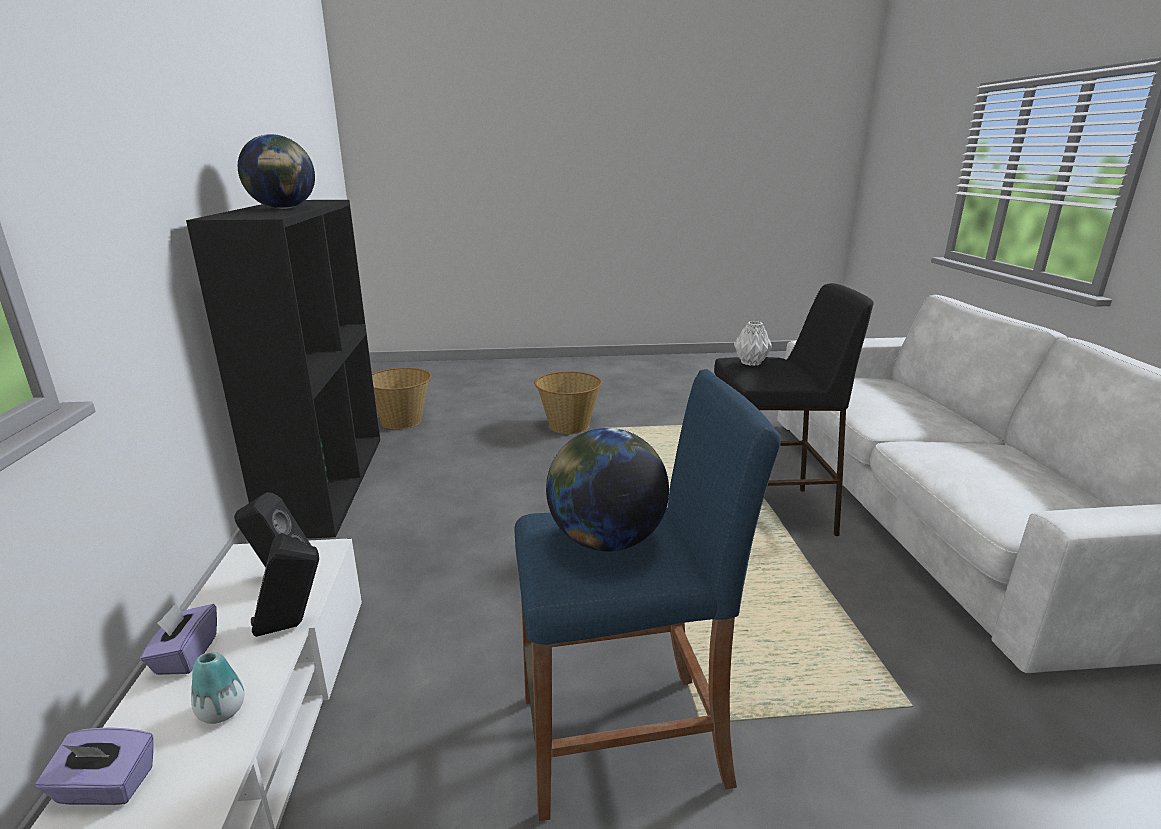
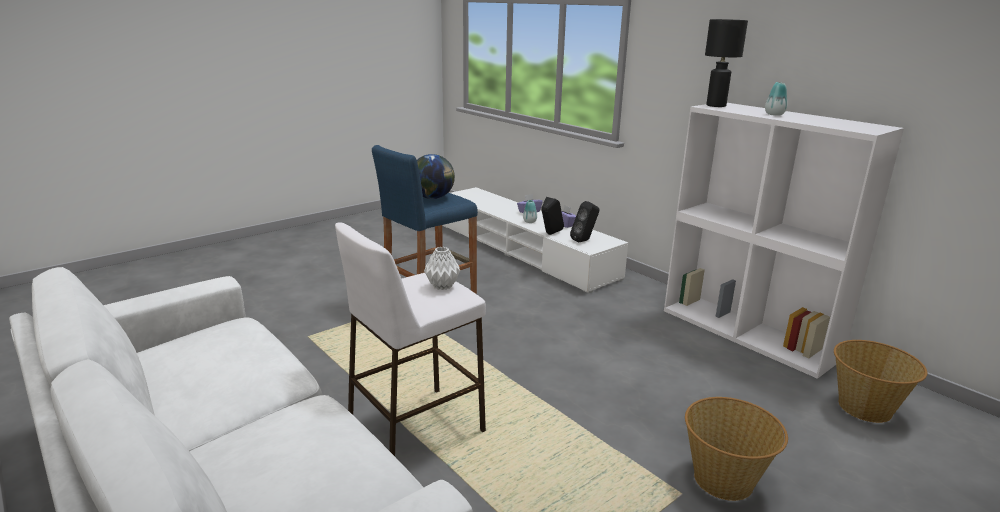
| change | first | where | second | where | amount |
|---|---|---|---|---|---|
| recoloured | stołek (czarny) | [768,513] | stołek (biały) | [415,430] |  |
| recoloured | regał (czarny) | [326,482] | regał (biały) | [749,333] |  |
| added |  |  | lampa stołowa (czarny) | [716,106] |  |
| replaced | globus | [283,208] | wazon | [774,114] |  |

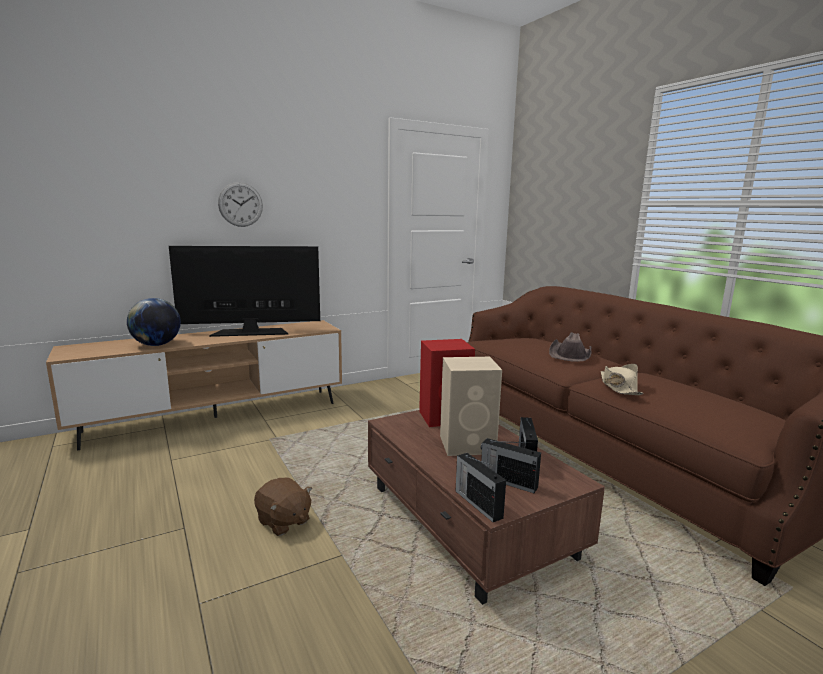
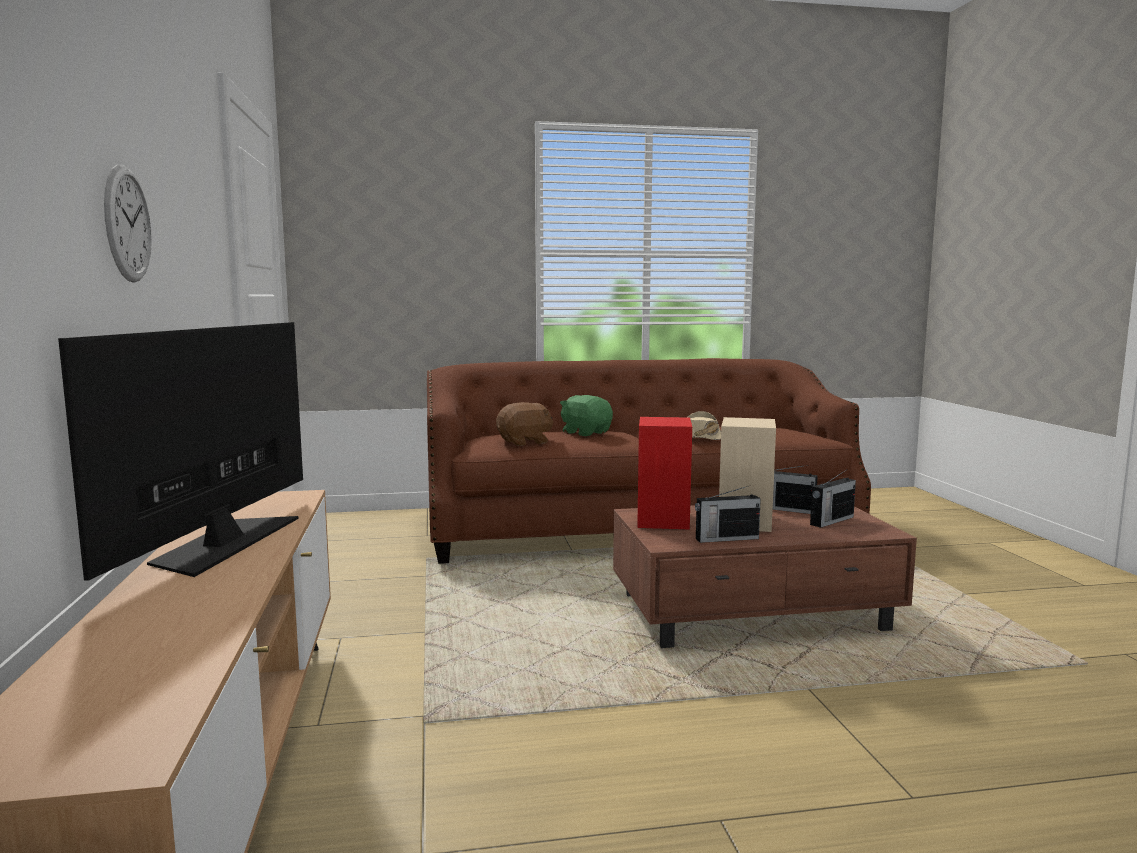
| change | first | where | second | where | amount |
|---|---|---|---|---|---|
| moved | pluszak (brązowy) | [283,522] |  | [525,442] |  |
| replaced | kapelusz (brązowy) | [570,354] | pluszak (zielony) | [586,432] |  |
| moved | radio | [477,503] |  | [725,538] |  |
| removed | globus | [156,345] |  |  |  |

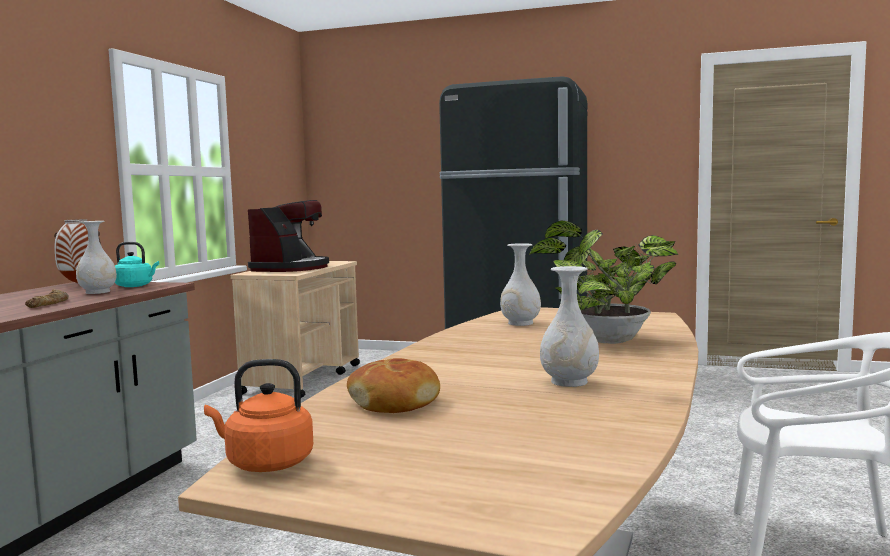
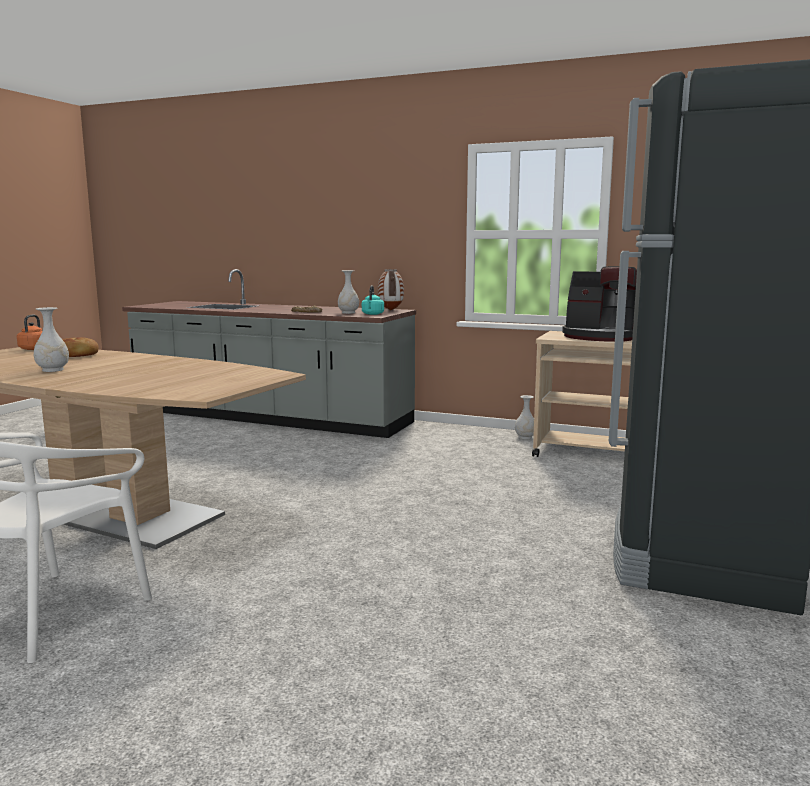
| change | first | where | second | where | amount |
|---|---|---|---|---|---|
| moved | wazon (biały) | [520,323] |  | [525,437] |  |
| removed | roślina doniczkowa | [603,340] |  |  |  |

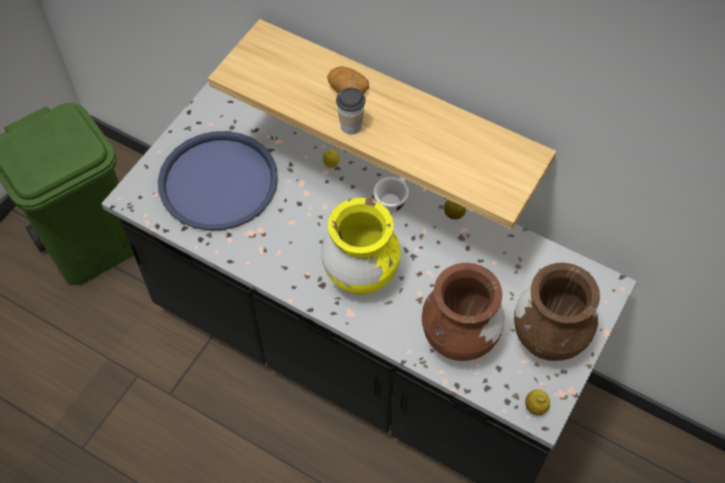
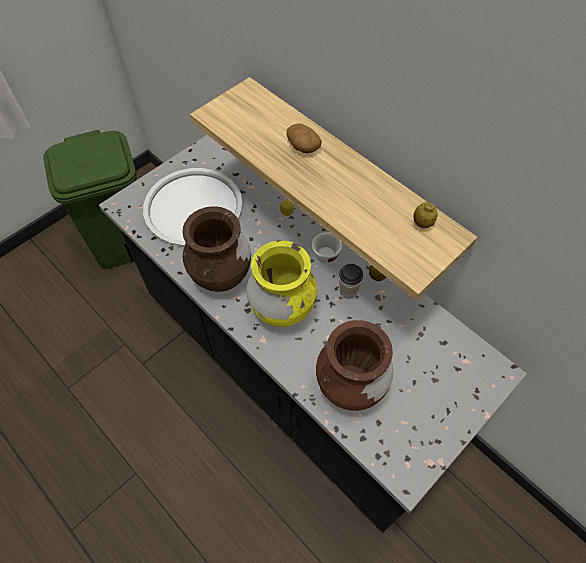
| change | first | where | second | where | amount |
|---|---|---|---|---|---|
| recoloured | taca (niebieski) | [218,182] | taca (biały) | [193,207] |  |
| moved | wazon (brązowy) | [548,338] |  | [221,276] |  |
| moved | filiżanka | [351,125] |  | [348,291] |  |
| moved | cytryna | [535,407] |  | [422,223] |  |

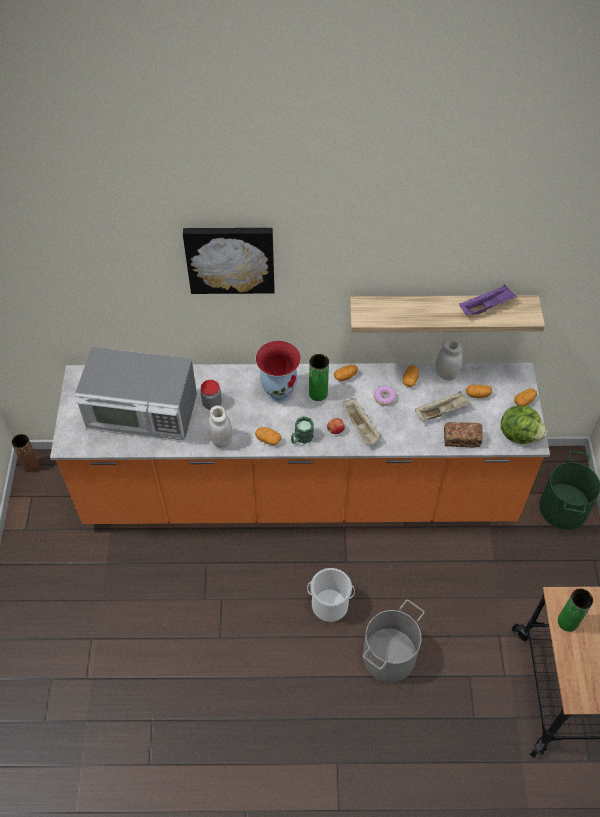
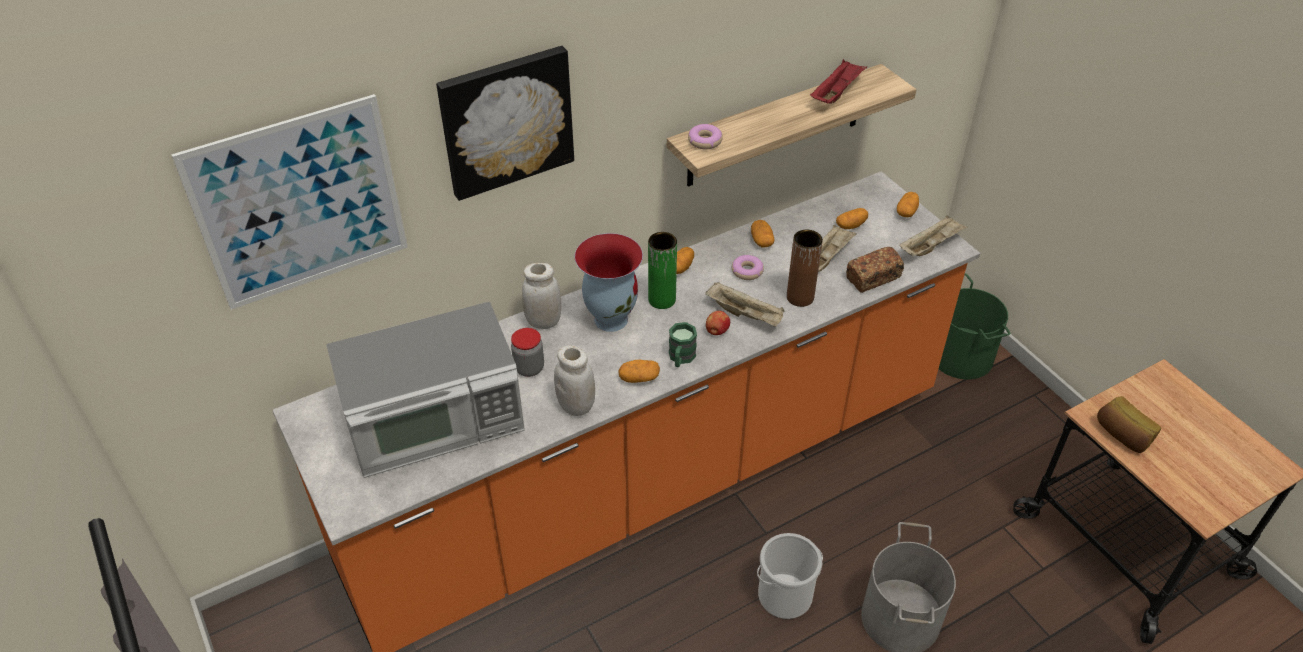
| change | first | where | second | where | amount |
|---|---|---|---|---|---|
| added |  |  | obraz | [299,204] |  |
| moved | słoik (biały) | [446,374] |  | [543,321] |  |
| added |  |  | donut | [704,141] |  |
| moved | wazon (brązowy) | [31,465] |  | [800,297] |  |
| recoloured | taca (fioletowy) | [486,307] | taca (czerwony) | [836,93] |  |
| replaced | sałata | [519,434] | taca (beżowy) | [930,246] |  |
| replaced | wazon (zielony) | [567,622] | chleb | [1122,435] |  |

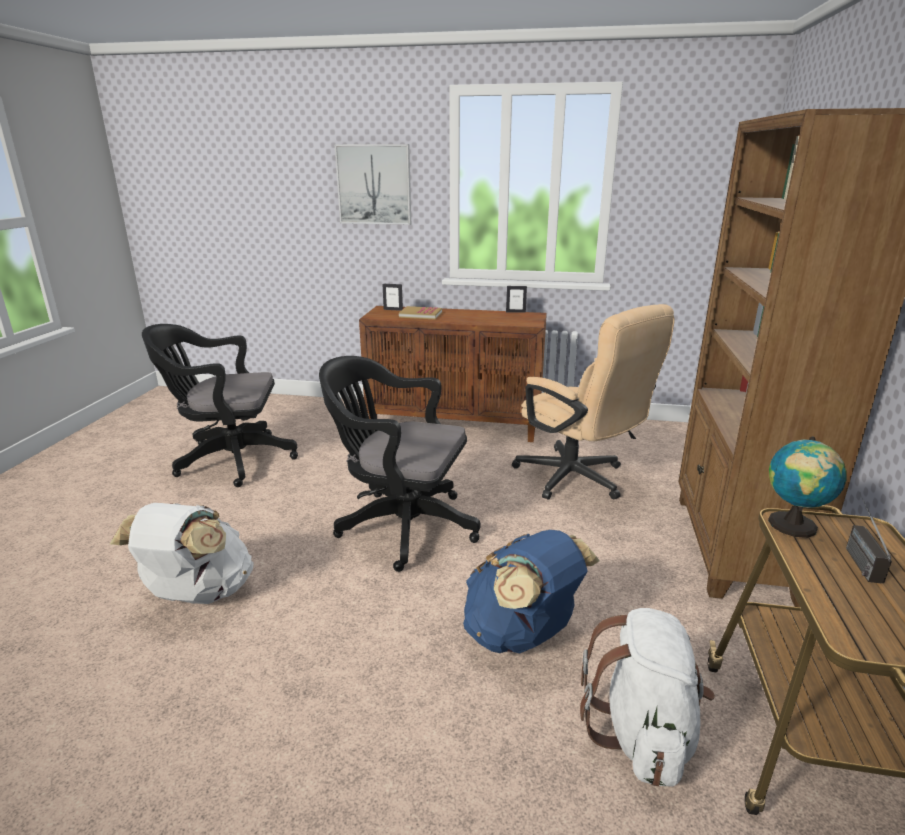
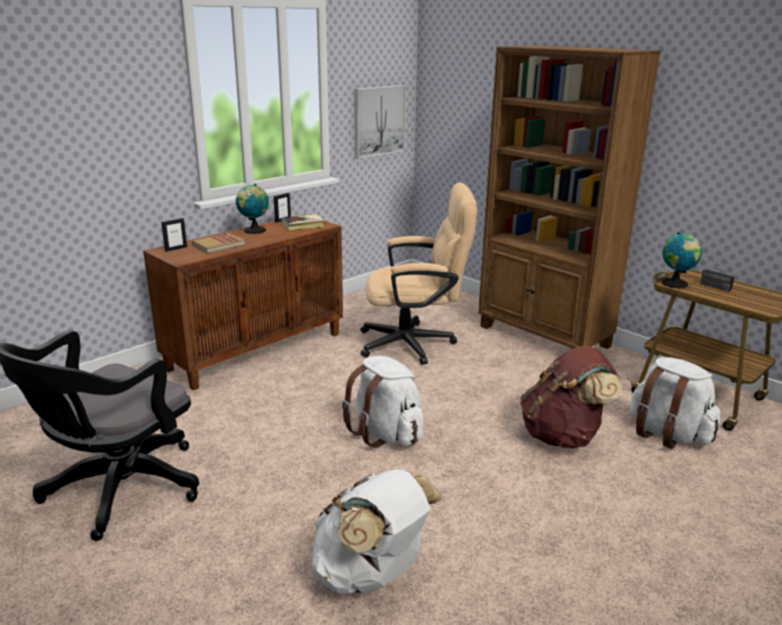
| change | first | where | second | where | amount |
|---|---|---|---|---|---|
| added |  |  | globus | [254,231] |  |
| added |  |  | książka | [303,225] |  |
| replaced | krzesło biurowe (czarny) | [400,525] | plecak (biały) | [386,433] |  |
| moved | obraz | [374,184] |  | [379,121] |  |
| recoloured | plecak (niebieski) | [522,635] | plecak (brązowy) | [563,436] |  |

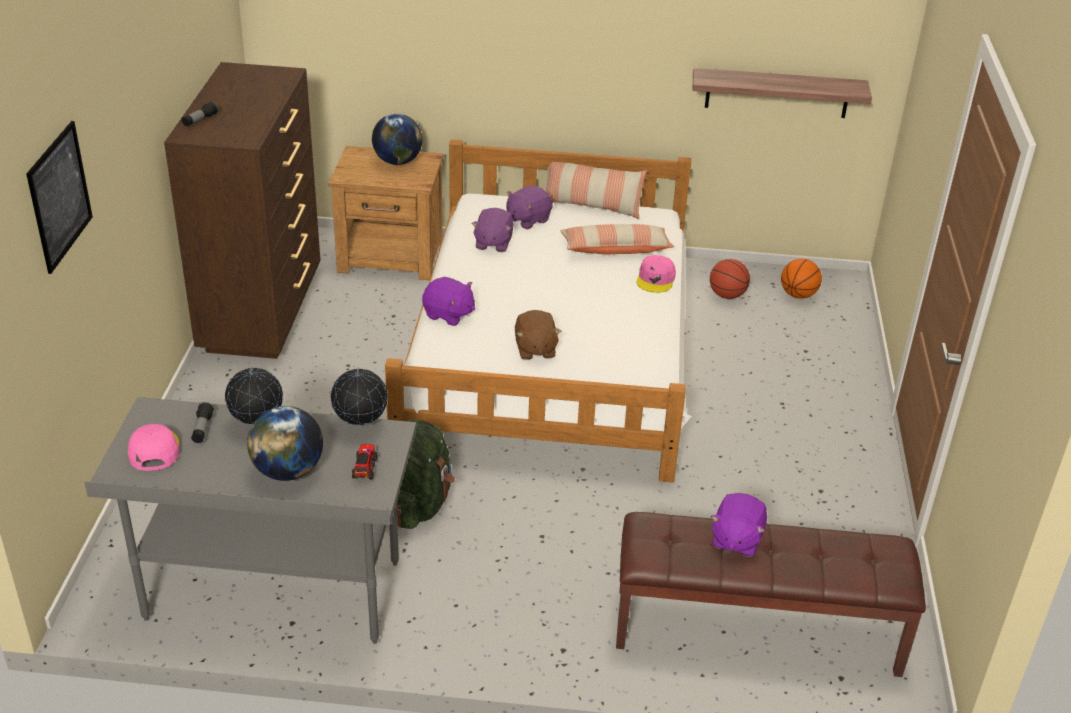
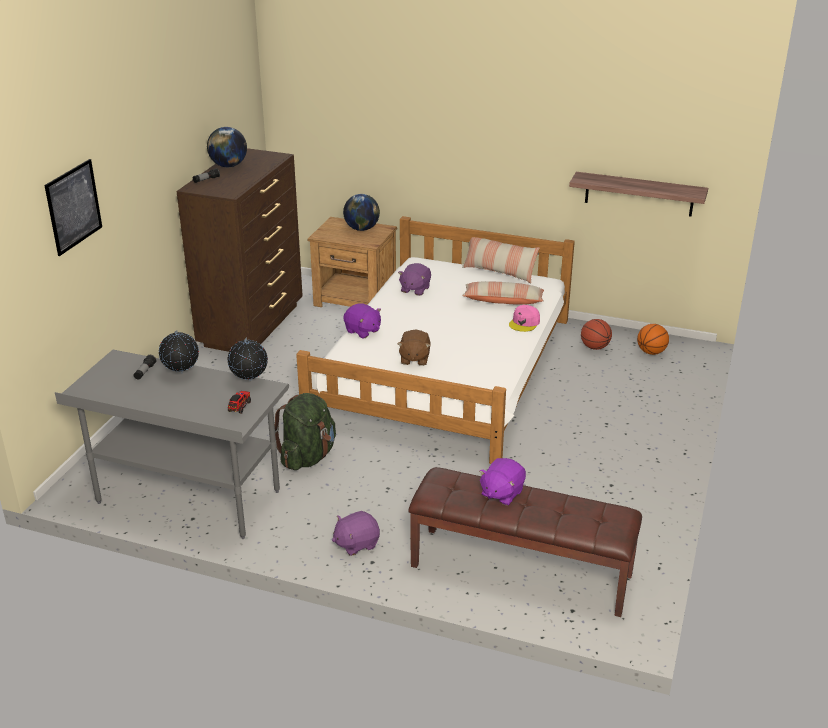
| change | first | where | second | where | amount |
|---|---|---|---|---|---|
| moved | globus | [288,471] |  | [228,166] |  |
| moved | pluszak (fioletowy) | [527,219] |  | [356,543] |  |
| removed | czapka z daszkiem (różowy) | [153,450] |  |  |  |

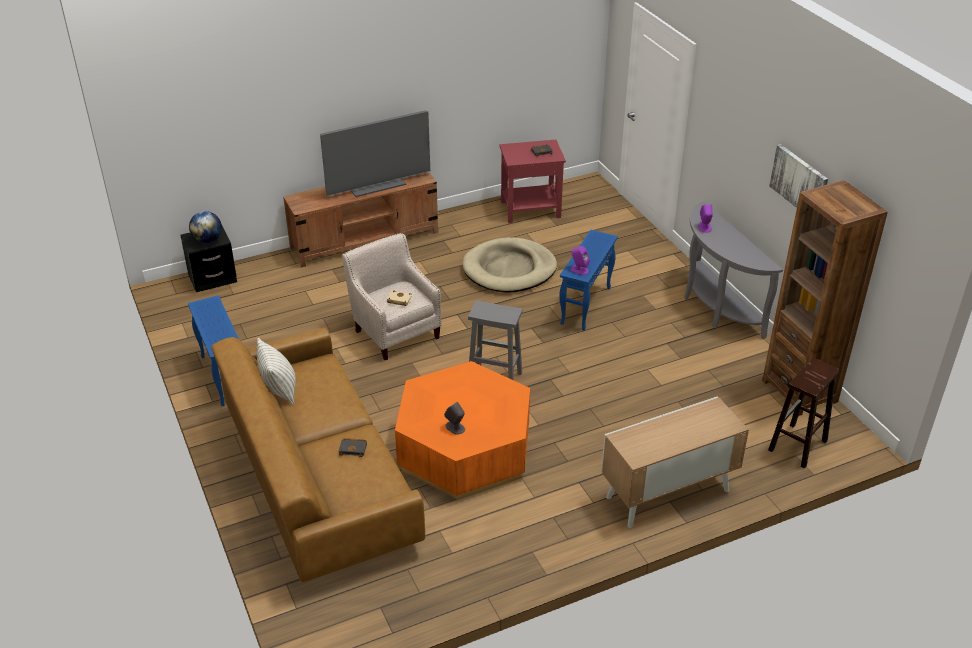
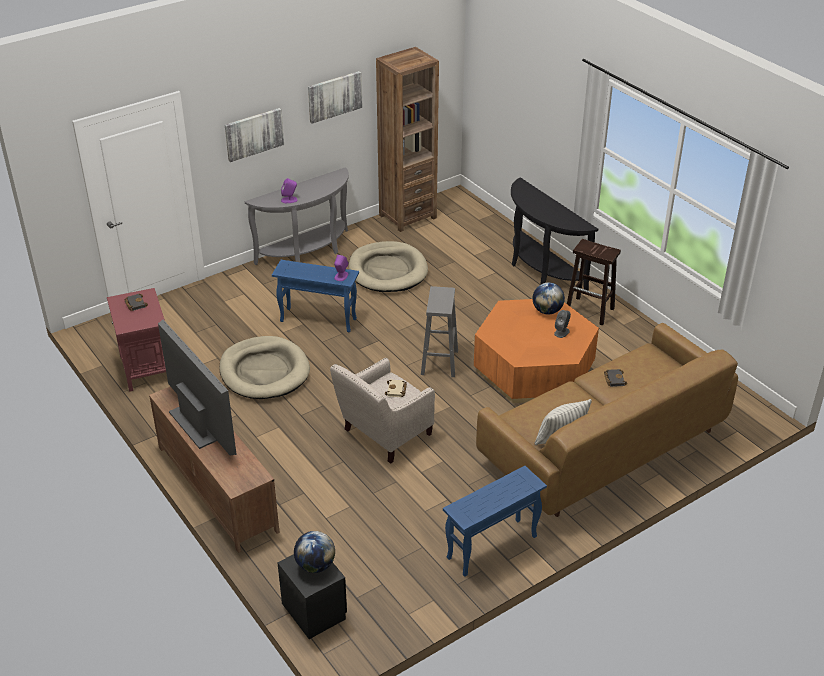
| change | first | where | second | where | amount |
|---|---|---|---|---|---|
| added |  |  | obraz | [254,134] |  |
| added |  |  | legowisko (beżowy) | [387,270] |  |
| replaced | szafka | [667,494] | stolik konsolowy (czarny) | [540,270] |  |
| added |  |  | globus | [547,311] |  |
| moved | stołek (brązowy) | [797,446] |  | [590,311] |  |

